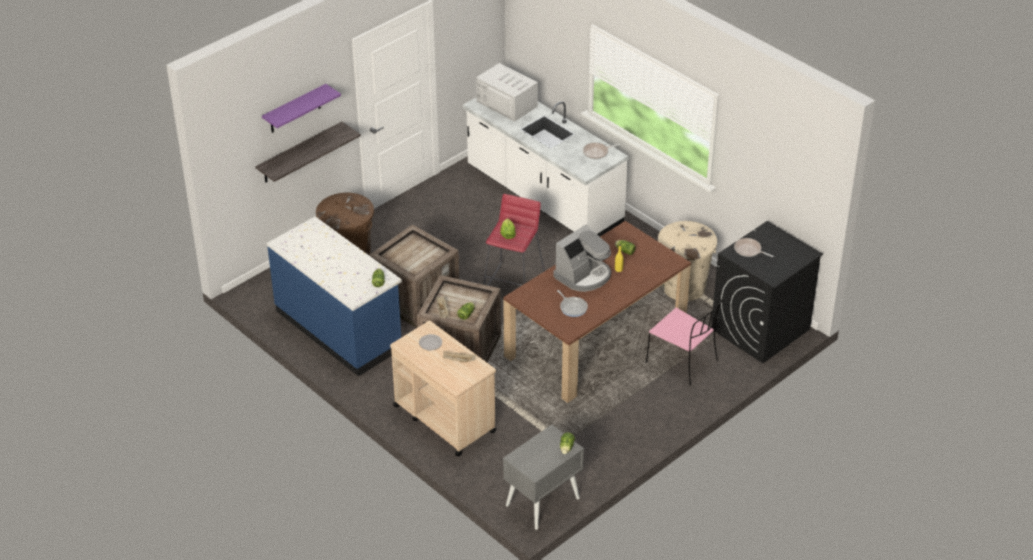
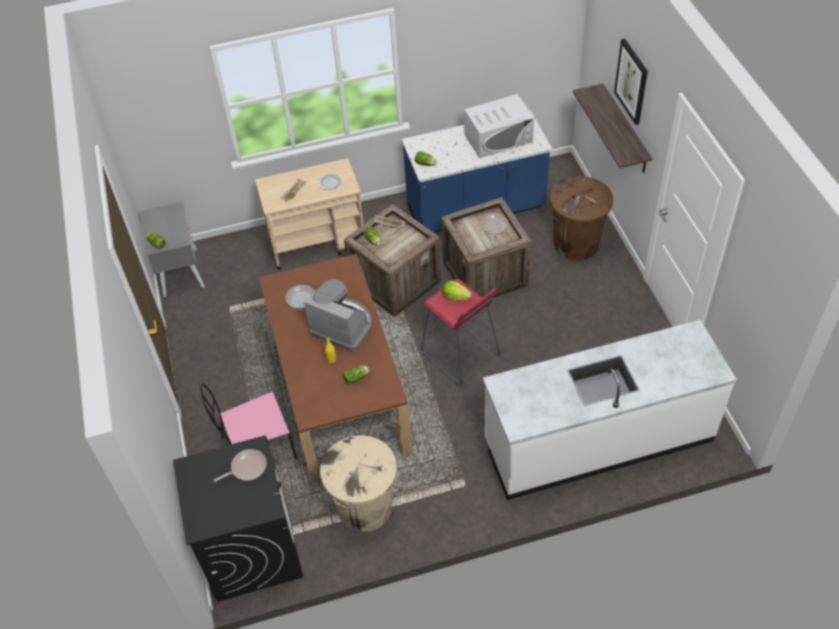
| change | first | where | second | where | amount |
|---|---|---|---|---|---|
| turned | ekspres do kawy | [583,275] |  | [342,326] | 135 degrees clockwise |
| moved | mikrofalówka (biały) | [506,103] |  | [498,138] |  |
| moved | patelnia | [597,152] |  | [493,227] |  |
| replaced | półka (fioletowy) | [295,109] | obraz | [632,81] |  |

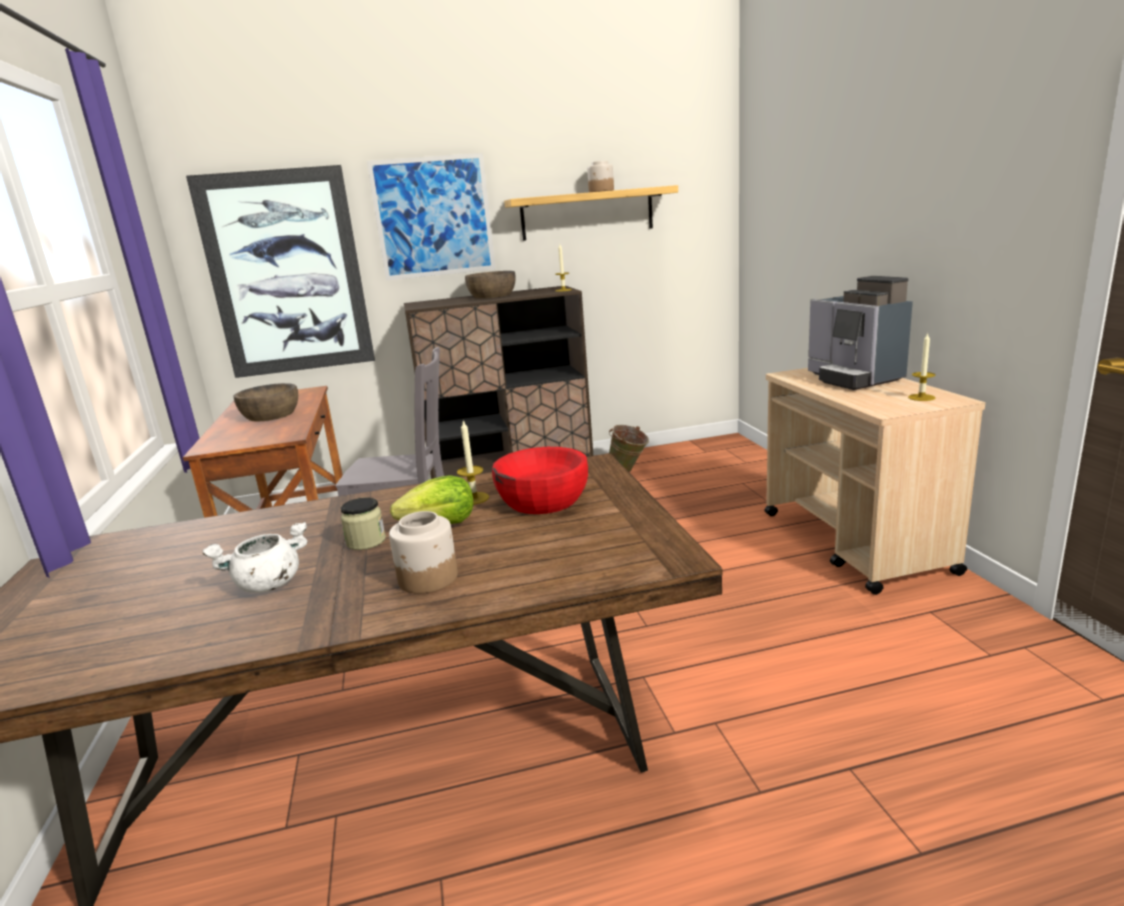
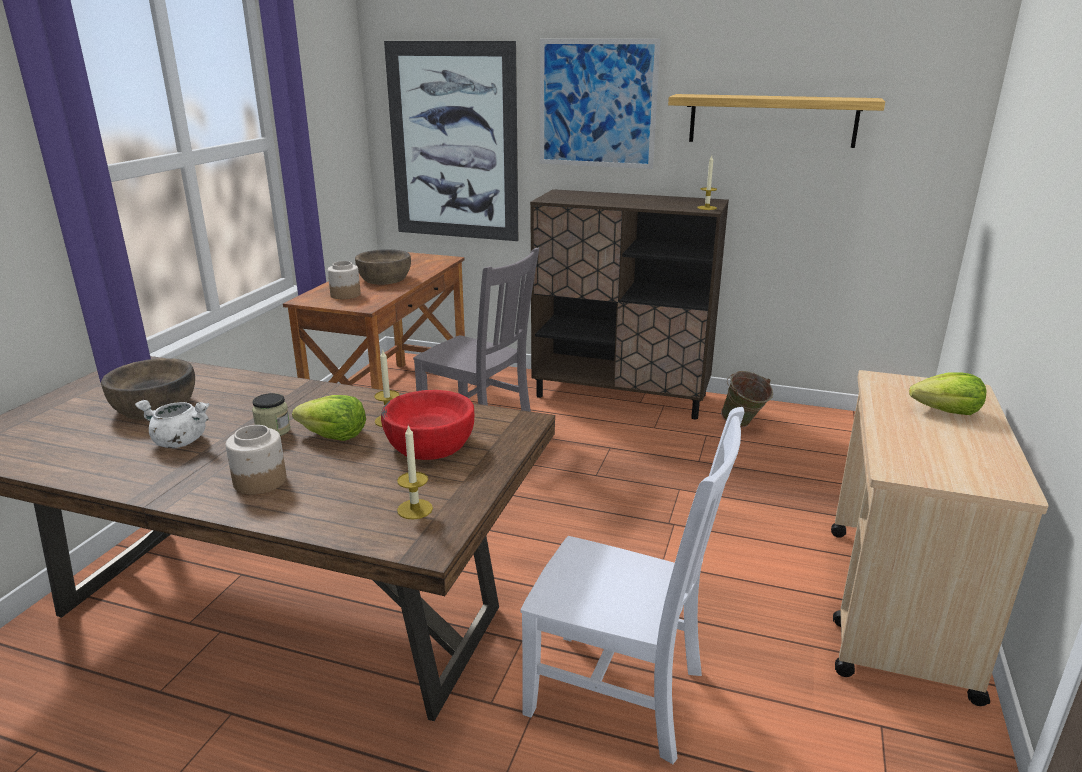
| change | first | where | second | where | amount |
|---|---|---|---|---|---|
| moved | miska (brązowy) | [492,295] |  | [155,406] |  |
| moved | słoik | [601,191] |  | [345,295] |  |
| moved | świeca | [921,397] |  | [415,509] |  |
| added |  |  | krzesło (biały) | [621,694] |  |
| replaced | ekspres do kawy | [853,378] | sałata | [946,411] |  |

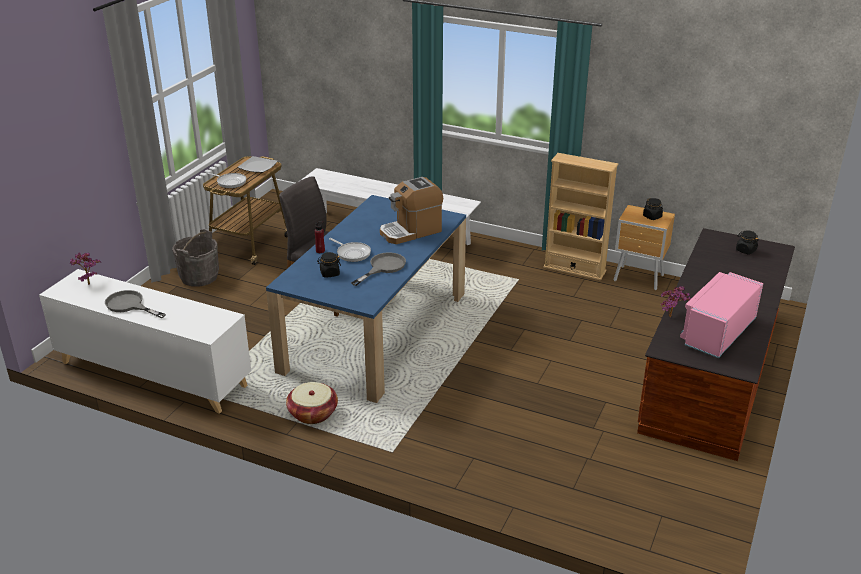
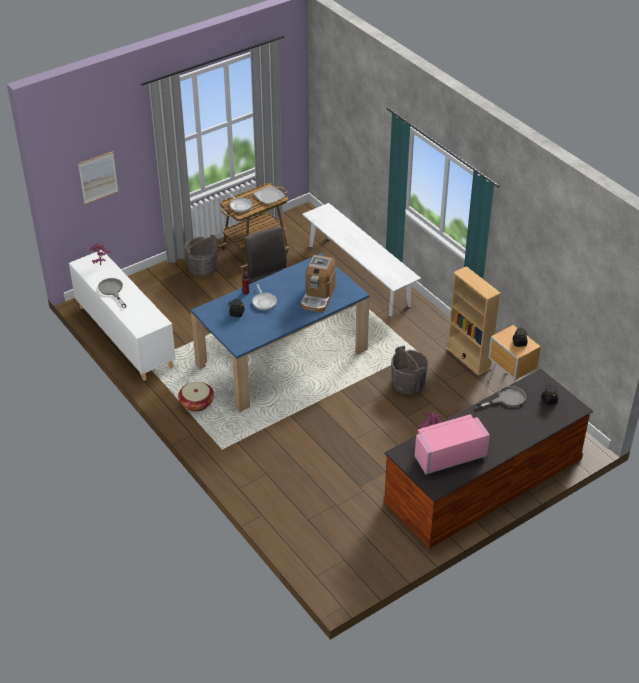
| change | first | where | second | where | amount |
|---|---|---|---|---|---|
| added |  |  | obraz | [98,177] |  |
| turned | ekspres do kawy | [411,231] |  | [318,296] | 75 degrees counterclockwise |
| added |  |  | wiadro (szary) | [408,384] |  |
| moved | patelnia (szary) | [383,267] |  | [506,399] |  |

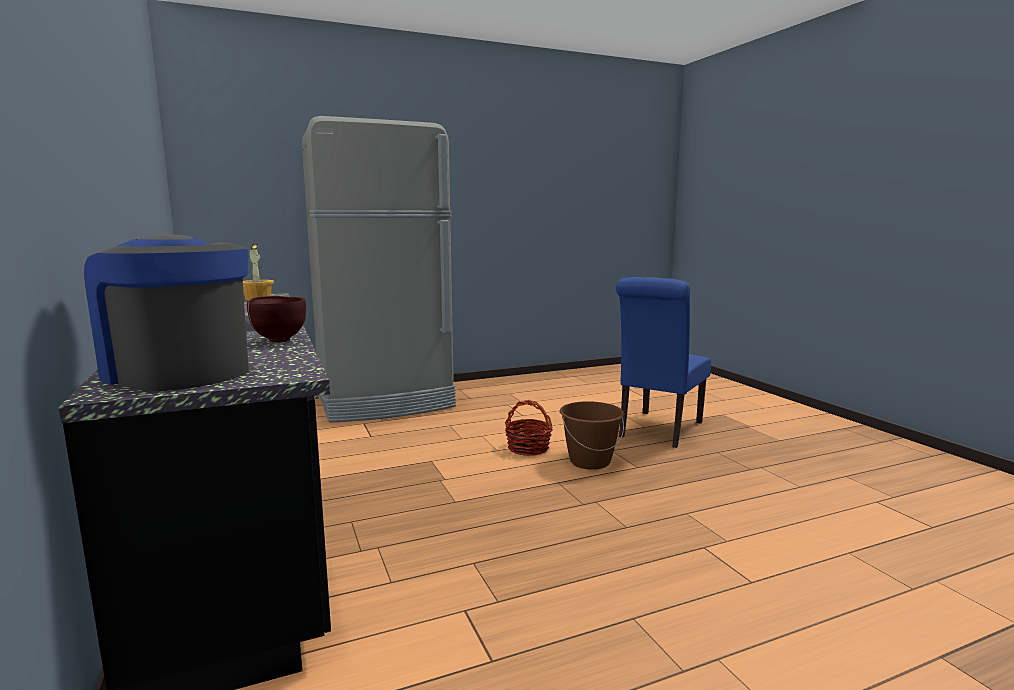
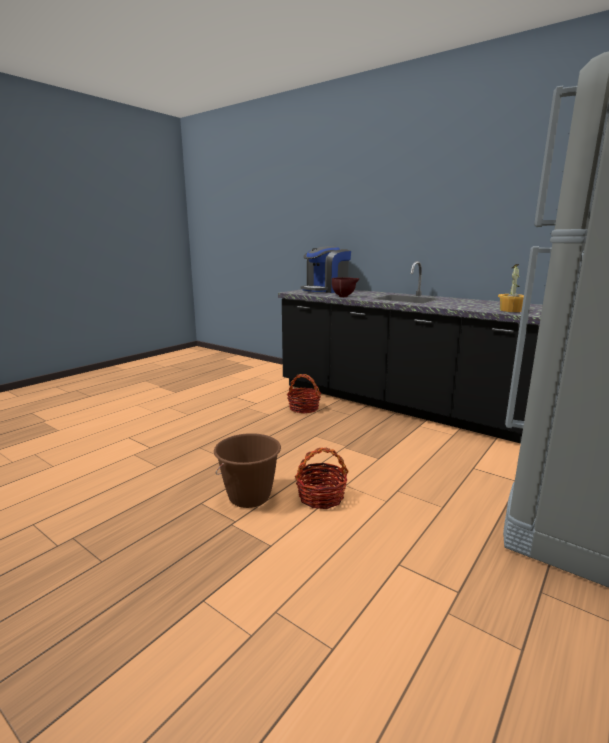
| change | first | where | second | where | amount |
|---|---|---|---|---|---|
| added |  |  | koszyk | [304,408] |  |
| turned | ekspres do kawy | [177,372] |  | [326,290] | 135 degrees clockwise |
| removed | krzesło (niebieski) | [658,431] |  |  |  |

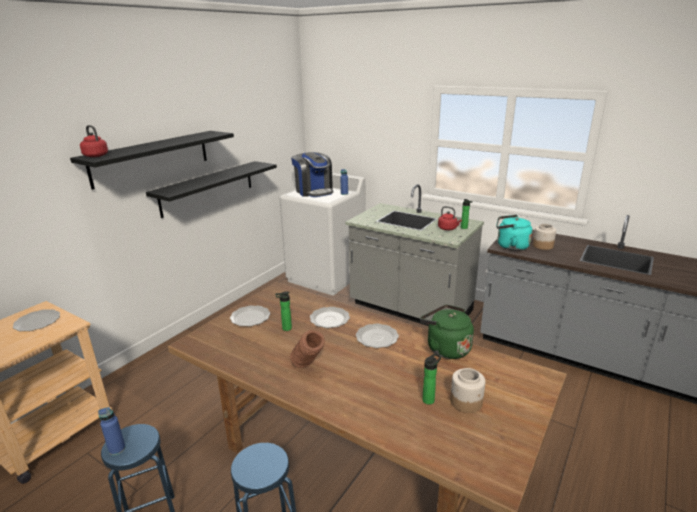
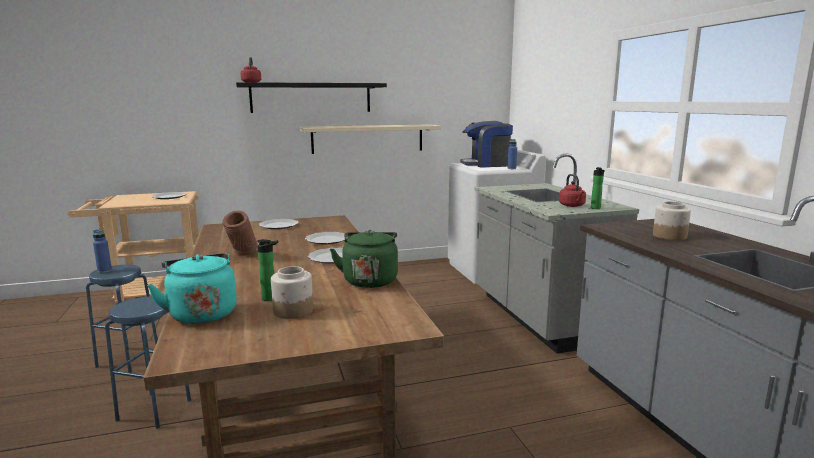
| change | first | where | second | where | amount |
|---|---|---|---|---|---|
| moved | czajnik (turkusowy) | [510,246] |  | [202,313] |  |
| recoloured | półka (czarny) | [208,188] | półka (beżowy) | [368,138] |  |
| turned | ekspres do kawy | [314,191] |  | [486,164] | 75 degrees clockwise |
| removed | butelka | [285,328] |  |  |  |

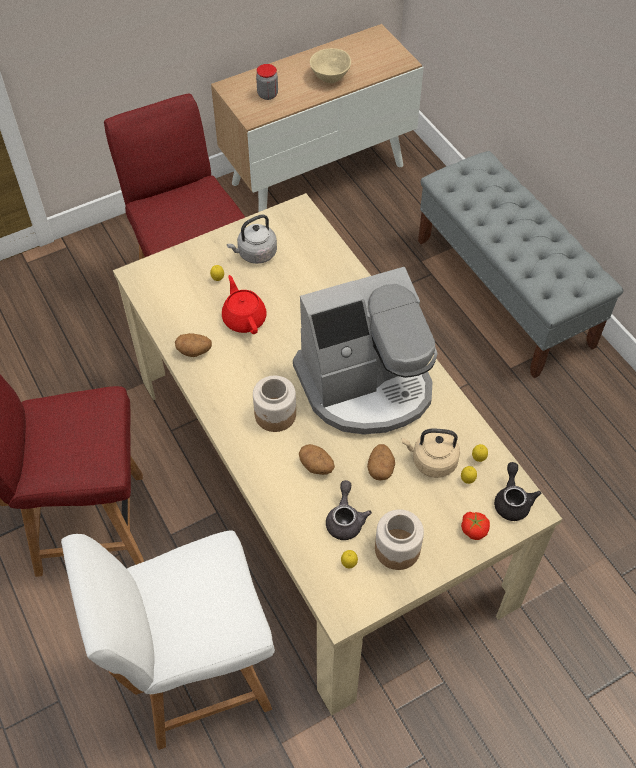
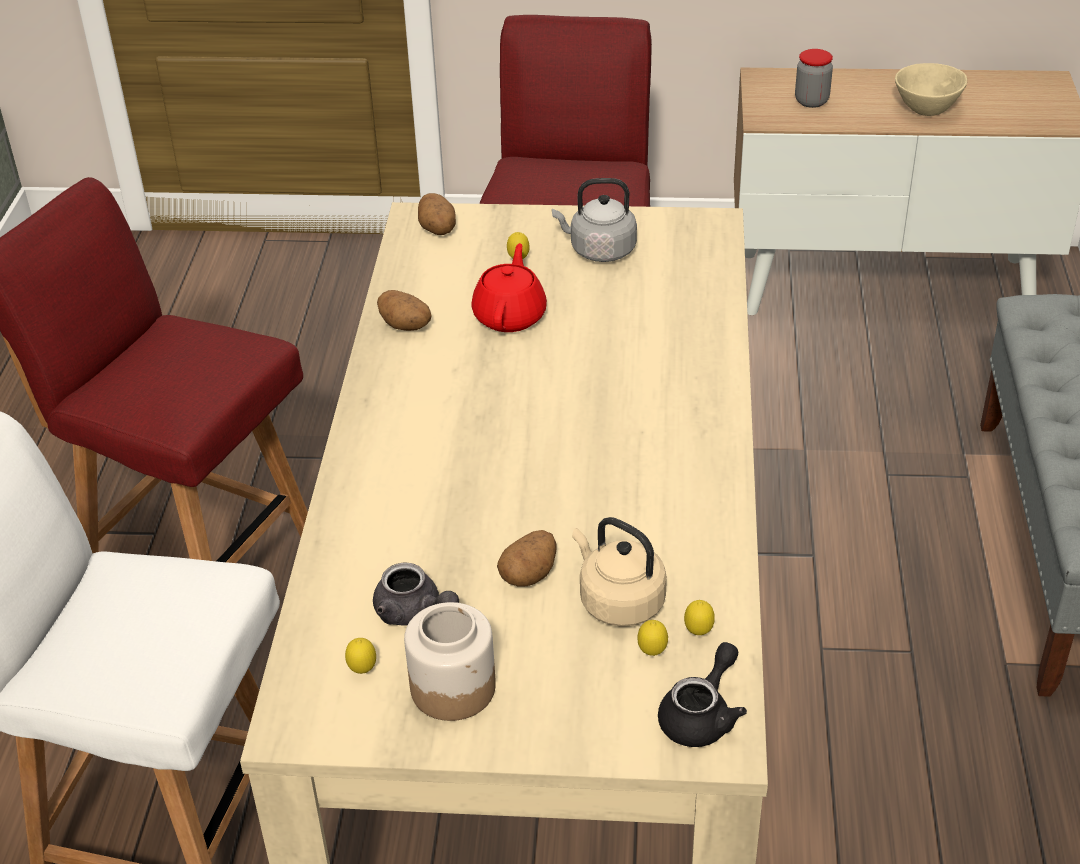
| change | first | where | second | where | amount |
|---|---|---|---|---|---|
| turned | imbryk (szary) | [345,519] |  | [414,612] | 90 degrees clockwise |
| moved | ziemniak | [317,466] |  | [438,230] |  |
| removed | słoik | [275,415] |  |  |  |
| removed | ekspres do kawy | [366,385] |  |  |  |
| removed | pomidor | [474,529] |  |  |  |

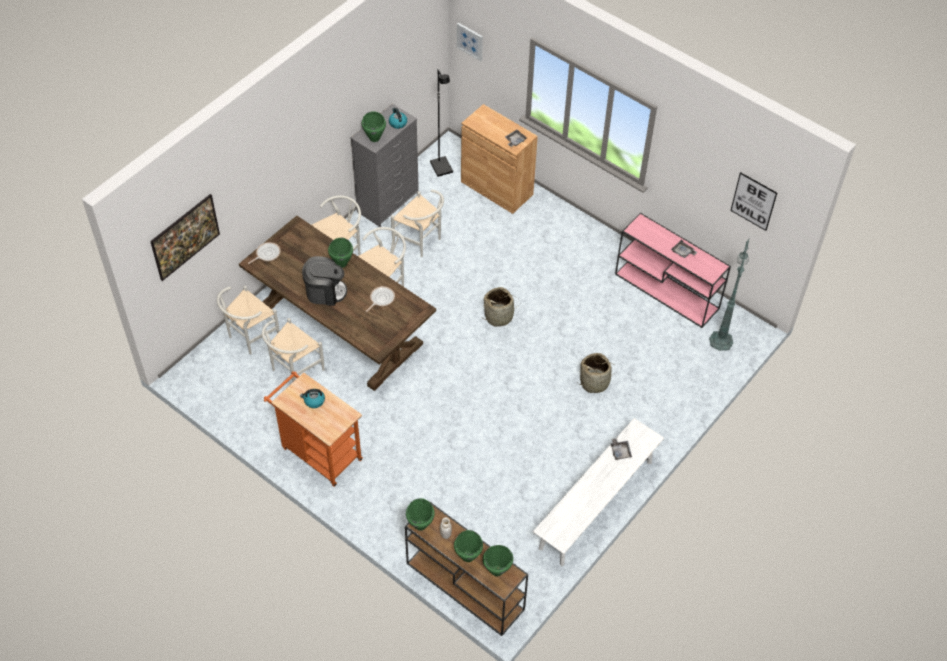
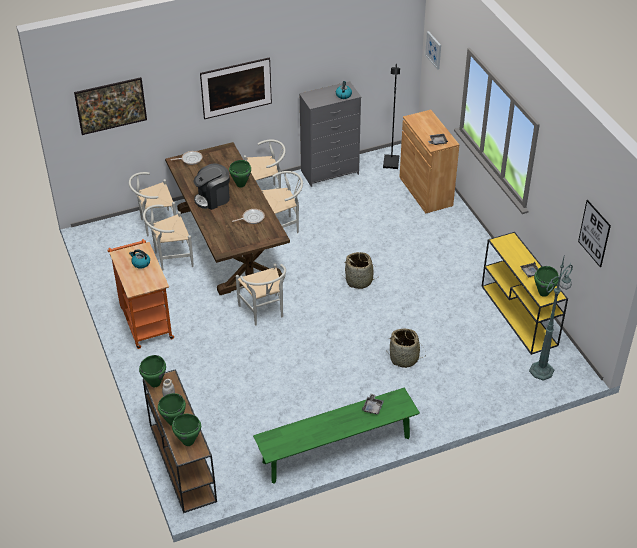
| change | first | where | second | where | amount |
|---|---|---|---|---|---|
| turned | ekspres do kawy | [325,292] |  | [213,198] | 120 degrees clockwise |
| added |  |  | obraz | [237,99] |  |
| moved | krzesło (biały) | [421,241] |  | [264,312] |  |
| recoloured | ławka (biały) | [596,504] | ławka (zielony) | [336,450] |  |
| recoloured | stolik konsolowy (różowy) | [667,291] | stolik konsolowy (żółty) | [519,316] |  |
| moved | garnek (zielony) | [374,138] |  | [544,293] |  |

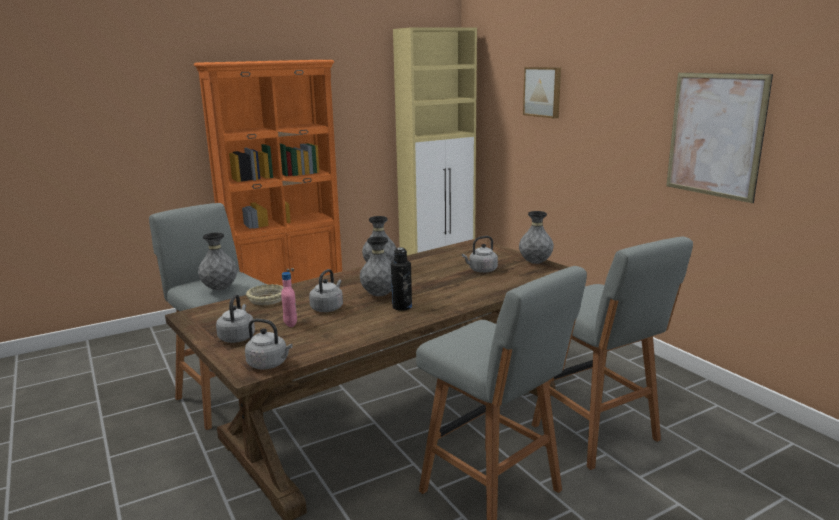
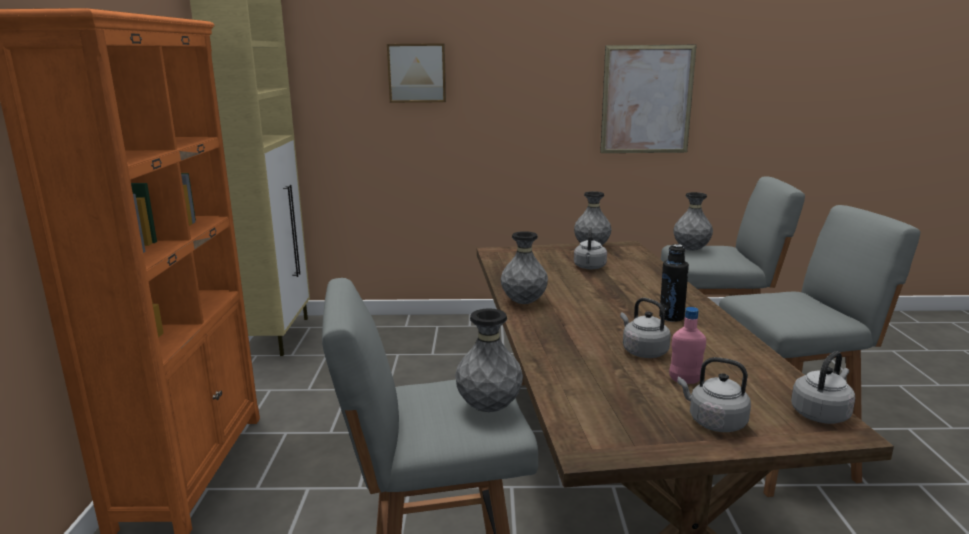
| change | first | where | second | where | amount |
|---|---|---|---|---|---|
| moved | wazon (szary) | [380,295] |  | [691,250] |  |
| removed | miska (beżowy) | [266,299] |  |  |  |

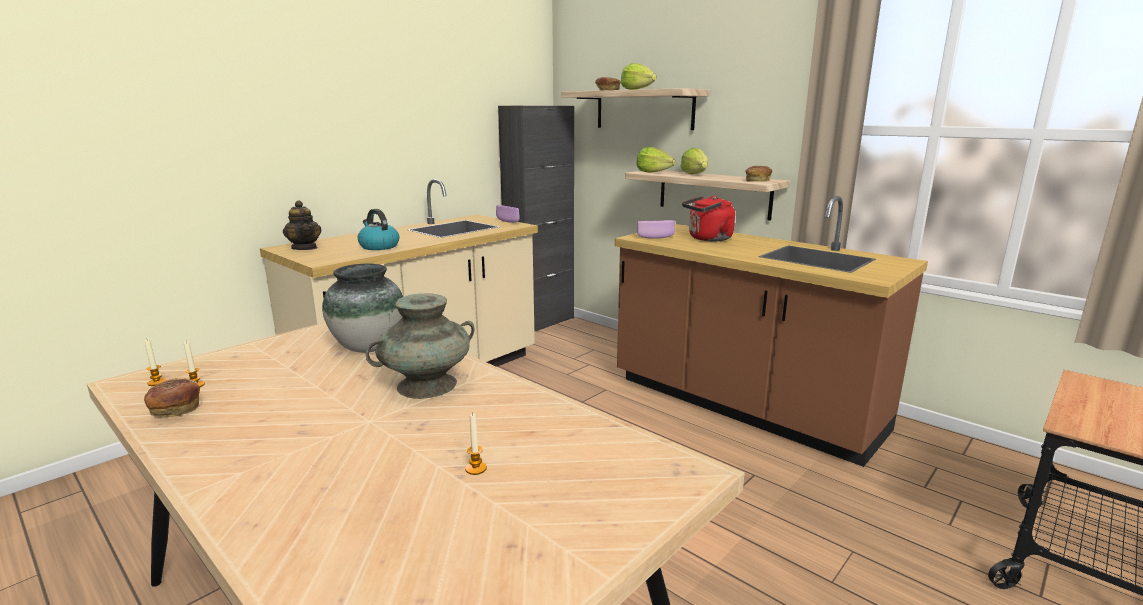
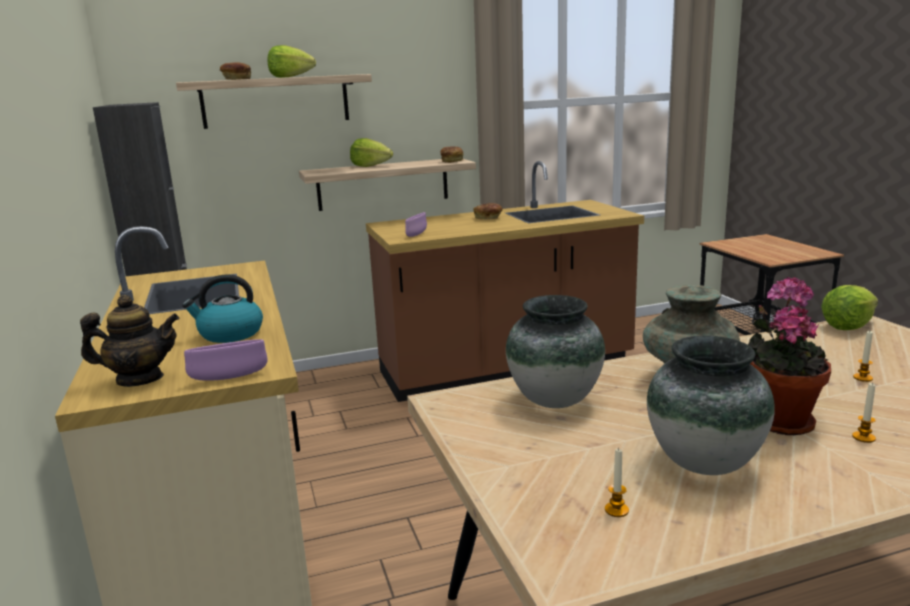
| change | first | where | second | where | amount |
|---|---|---|---|---|---|
| moved | miska (fioletowy) | [507,222] |  | [229,378] |  |
| moved | chleb | [175,409] |  | [488,218] |  |
| added |  |  | wazon | [703,463] |  |
| added |  |  | roślina doniczkowa | [779,420] |  |
| moved | sałata | [653,172] |  | [848,326] |  |
| moved | świeca | [157,382] |  | [863,437] |  |
| removed | czajnik (czerwony) | [707,239] |  |  |  |

